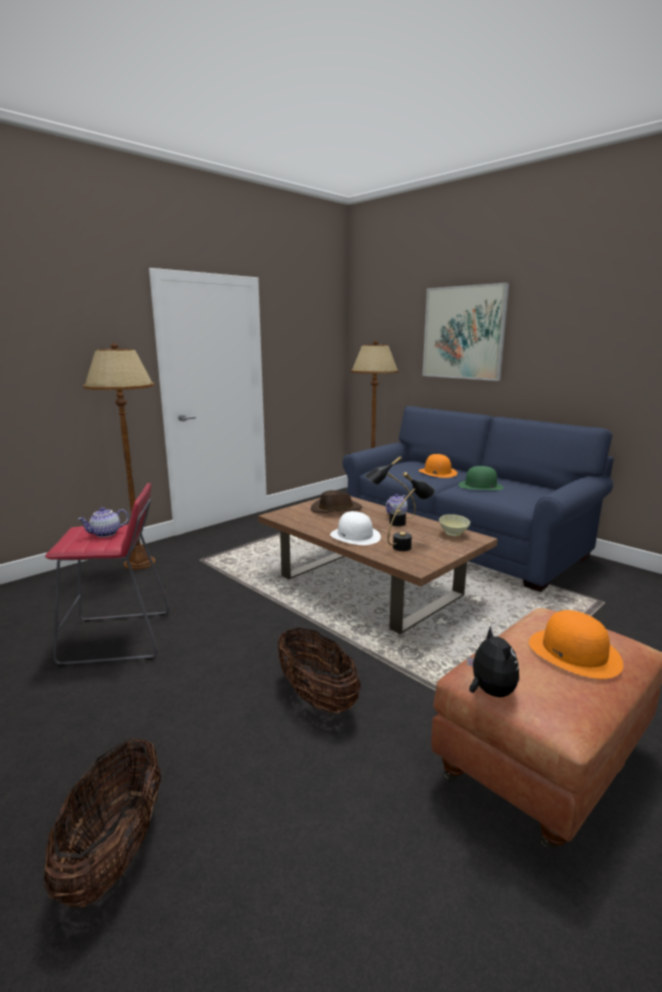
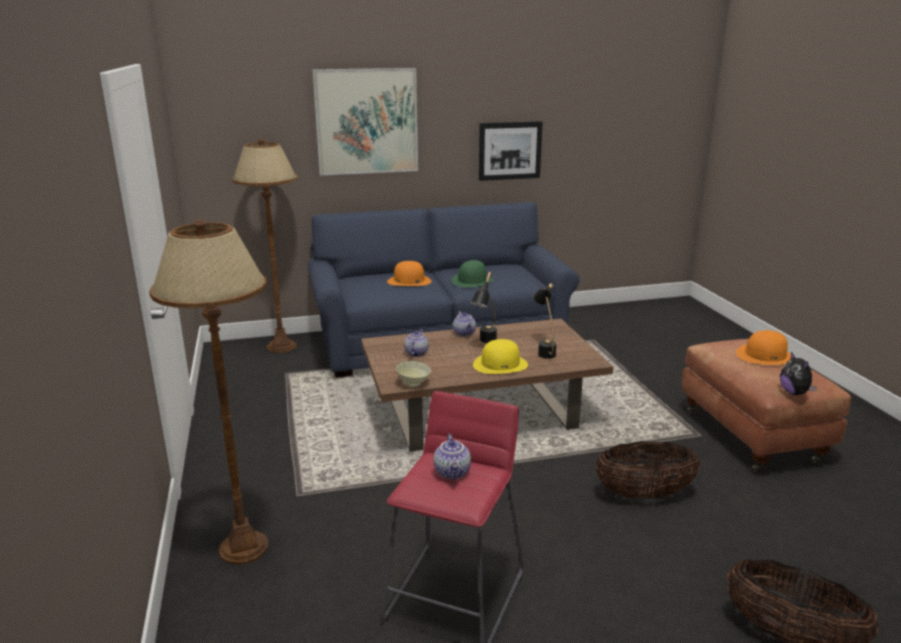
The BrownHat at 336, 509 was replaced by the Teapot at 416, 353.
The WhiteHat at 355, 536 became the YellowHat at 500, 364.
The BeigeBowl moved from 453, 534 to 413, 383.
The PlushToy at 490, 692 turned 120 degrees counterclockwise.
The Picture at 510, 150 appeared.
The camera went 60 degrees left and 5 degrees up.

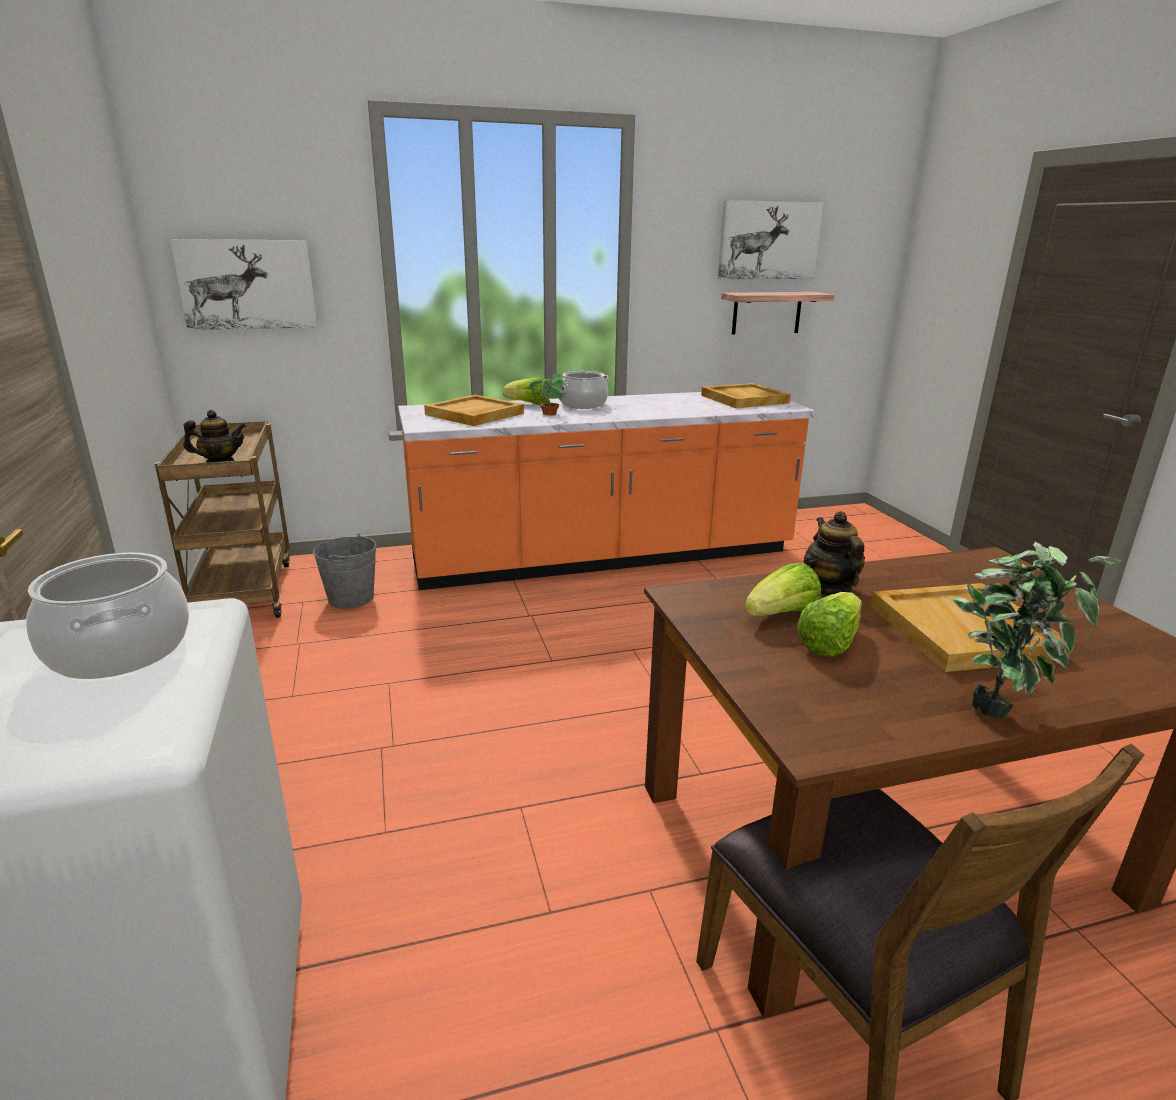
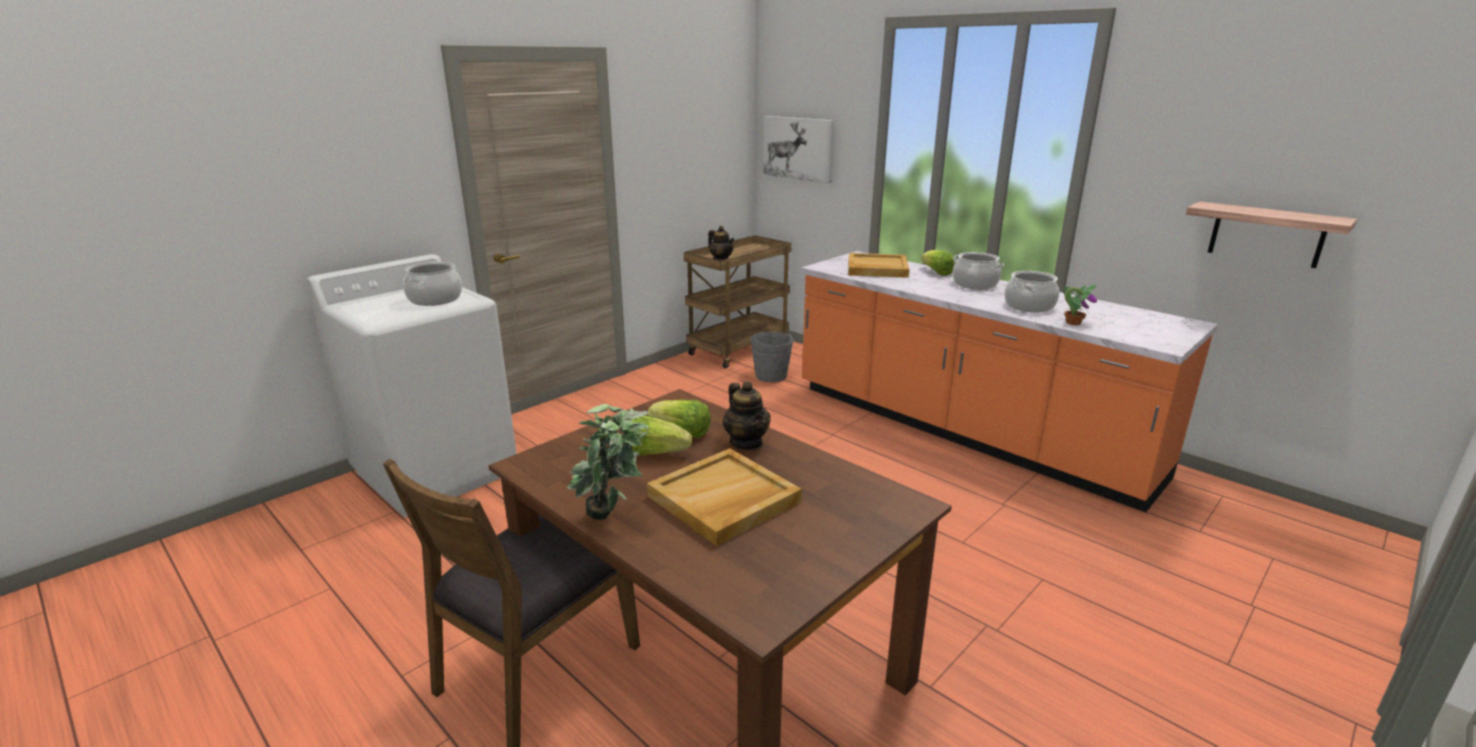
The PottedPlant moved from 549, 413 to 1073, 322.
The BeigeTray at 743, 399 disappeared.
The Picture at 768, 240 disappeared.
The Teapot at 829, 588 turned 105 degrees clockwise.
The CookingPot at 1029, 306 appeared.
The camera went 60 degrees right and 0 degrees up.

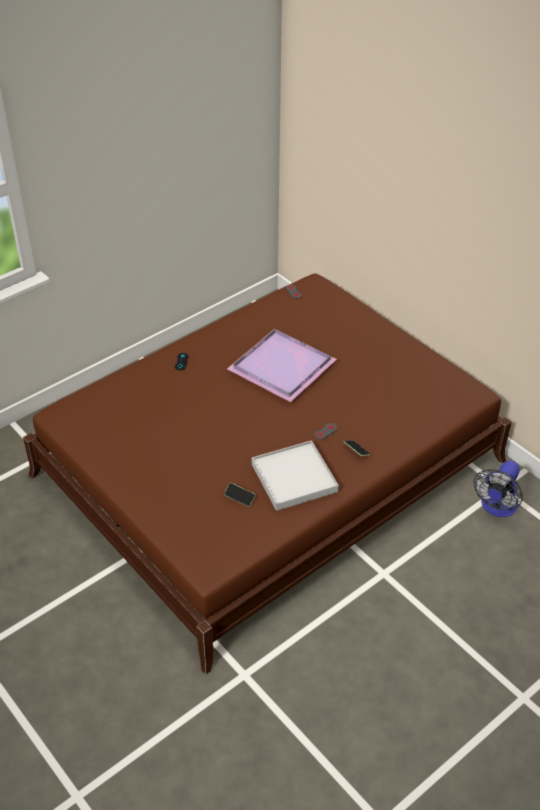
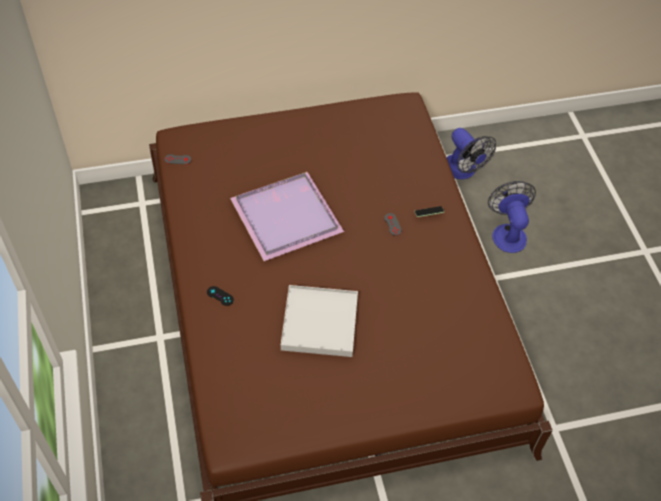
The Phone at 239, 497 disappeared.
The WhiteTray moved from 294, 478 to 320, 323.
The Fan at 507, 232 appeared.
The camera went 65 degrees left and 10 degrees up.

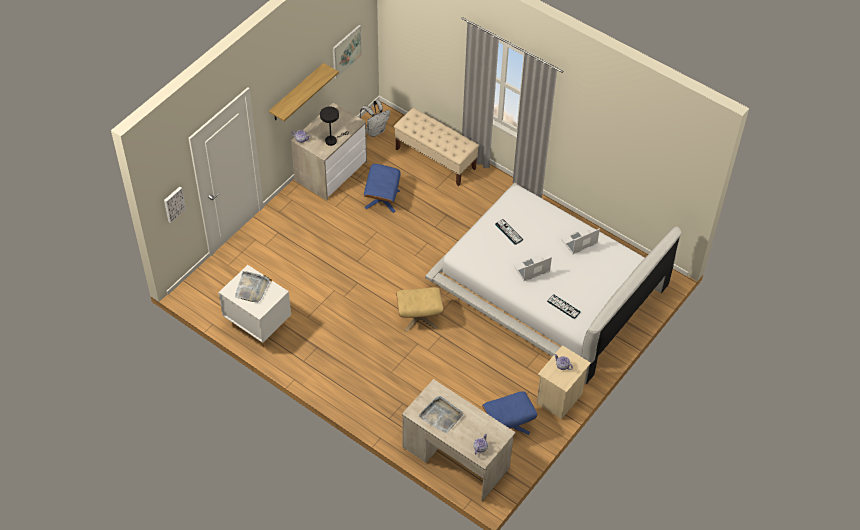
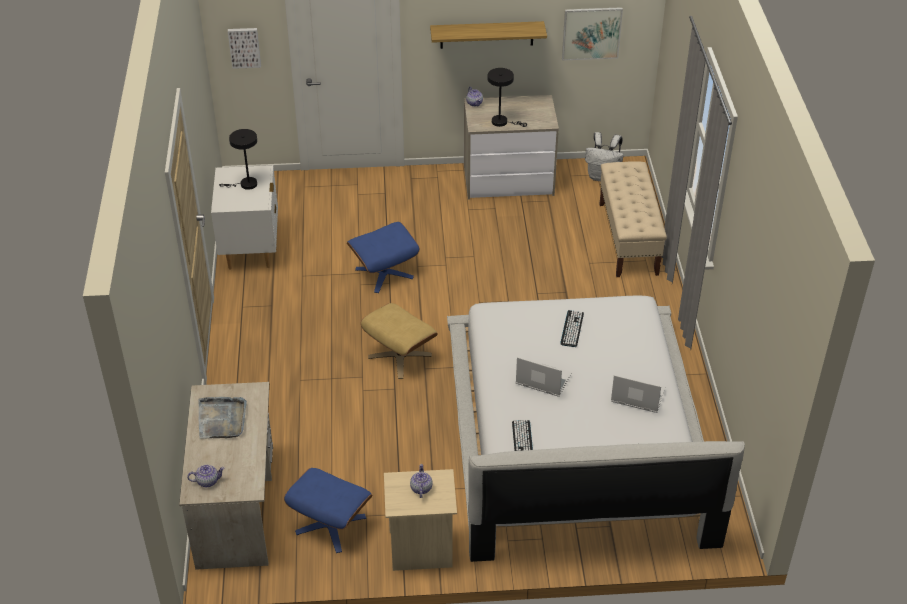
The GreyTray at 252, 288 was replaced by the BlackTableLamp at 245, 185.
The BlueOttoman moved from 382, 199 to 384, 273.
The camera went 50 degrees right and 10 degrees down.

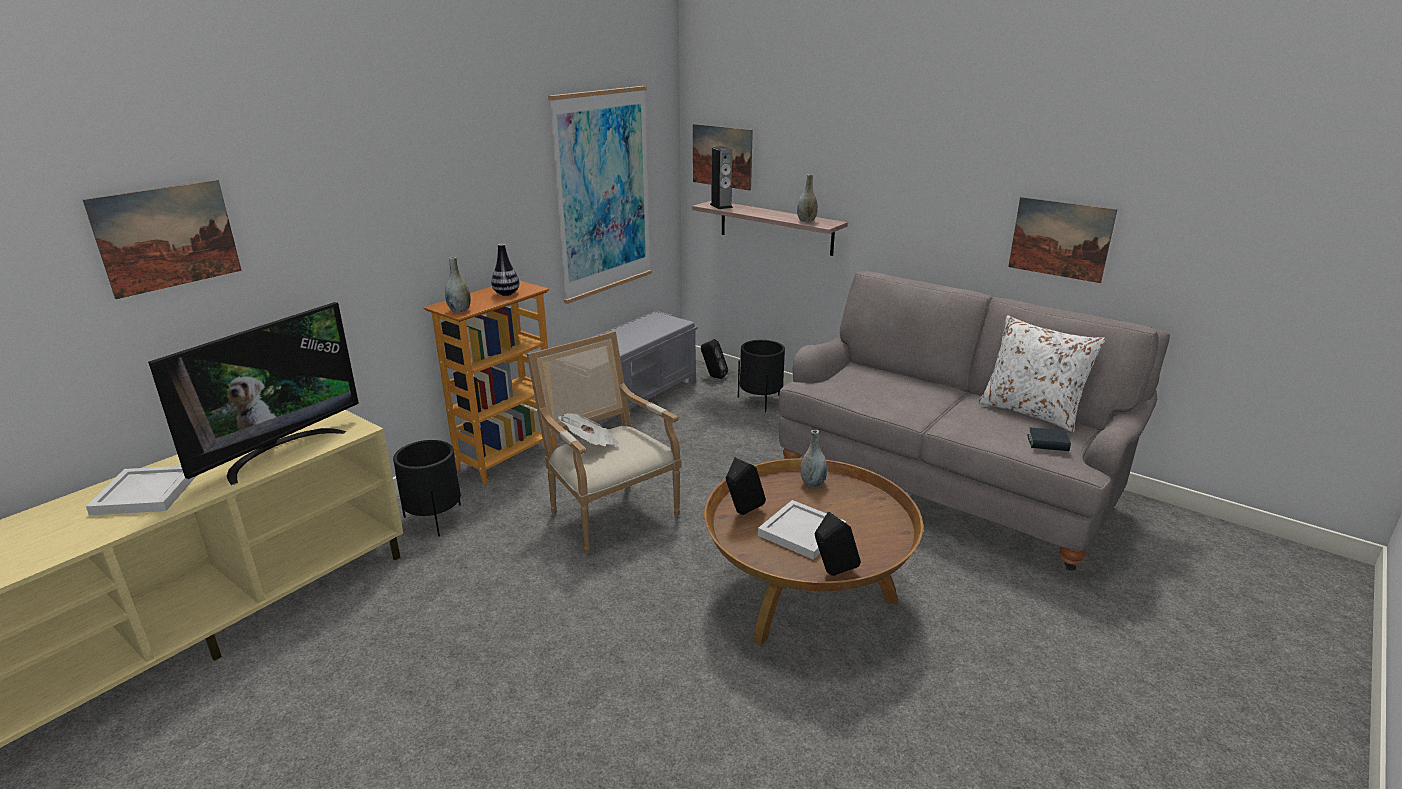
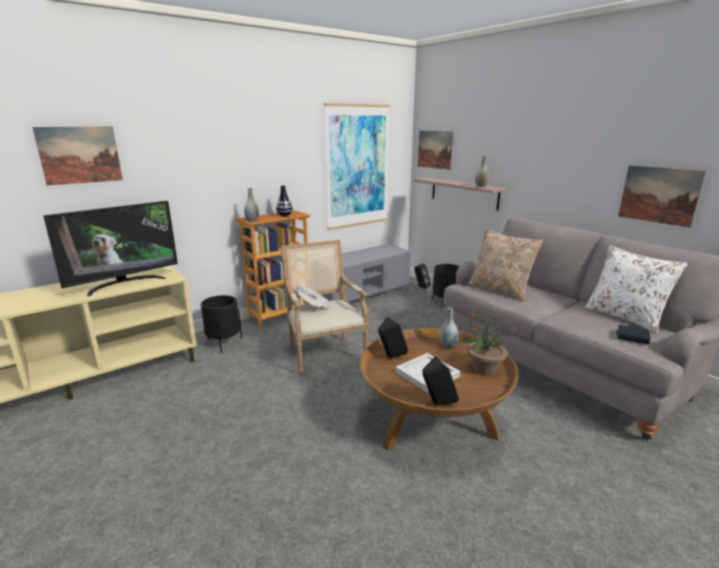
The WhiteTray at 148, 492 disappeared.
The Speaker at 721, 206 disappeared.
The PottedPlant at 483, 369 appeared.
The BeigePillow at 500, 290 appeared.
The camera went 15 degrees right and 5 degrees down.

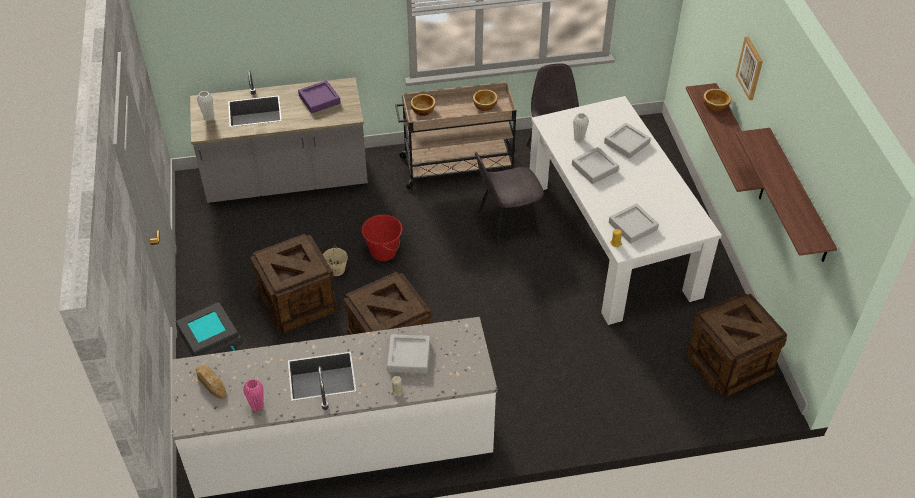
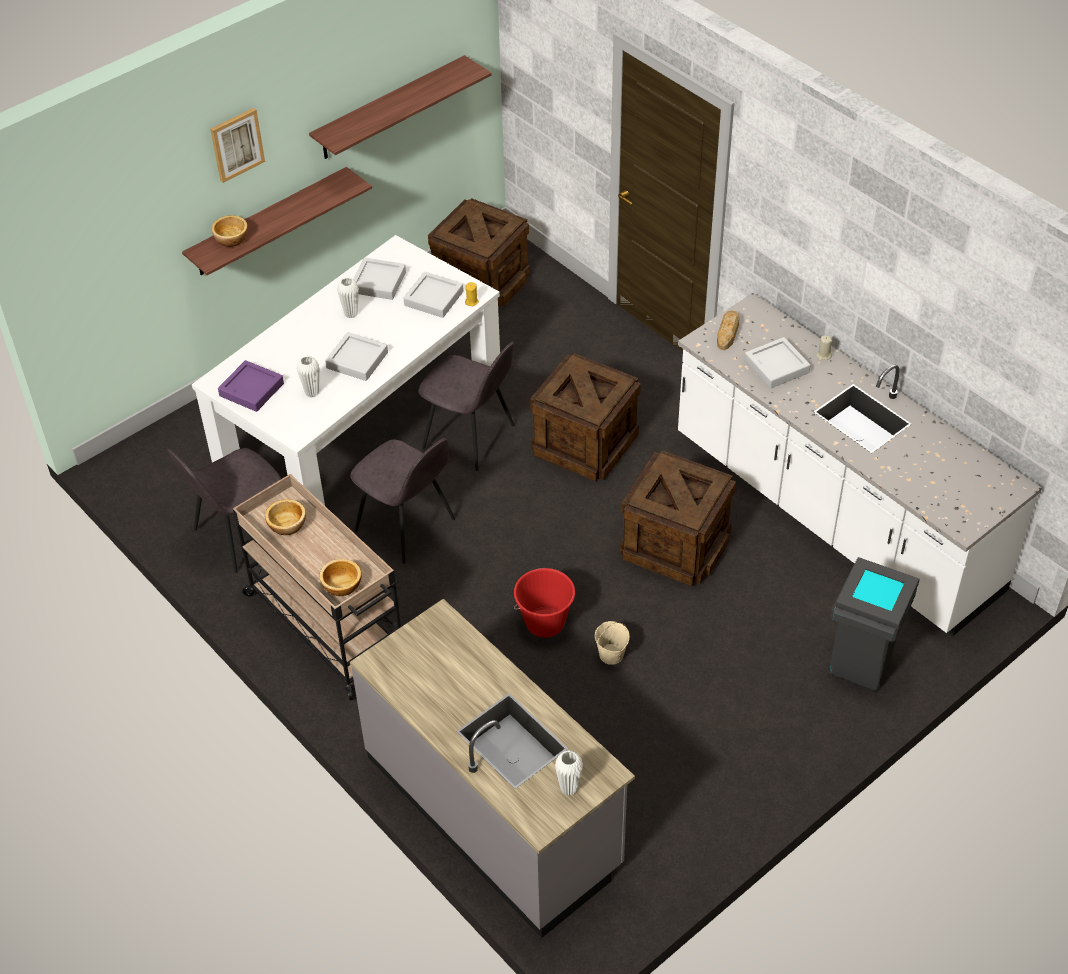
The Bread moved from 211, 383 to 728, 332.
The PinkVase at 257, 406 disappeared.
The Crate moved from 298, 301 to 584, 443.
The PurpleTray moved from 319, 99 to 251, 390.
The GreyTray moved from 626, 143 to 378, 282.
The WhiteVase at 351, 314 appeared.
The GreyChair at 471, 438 appeared.
The camera went 120 degrees left and 0 degrees up.

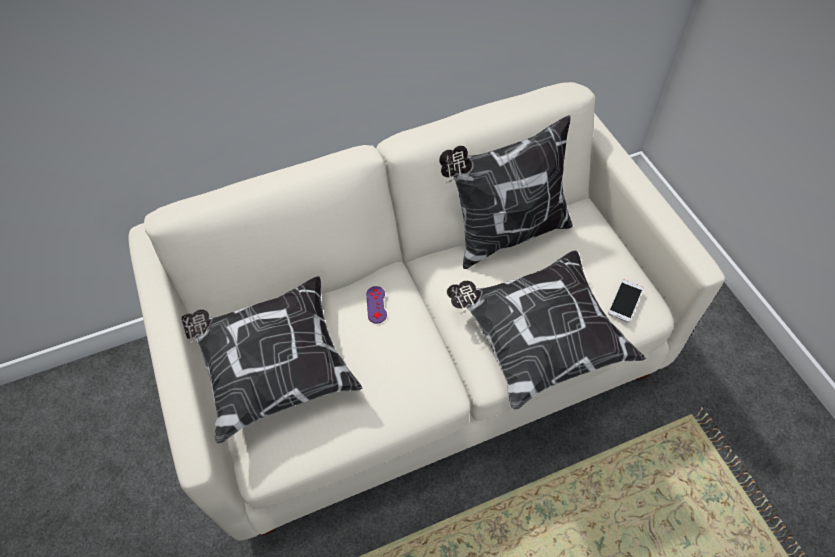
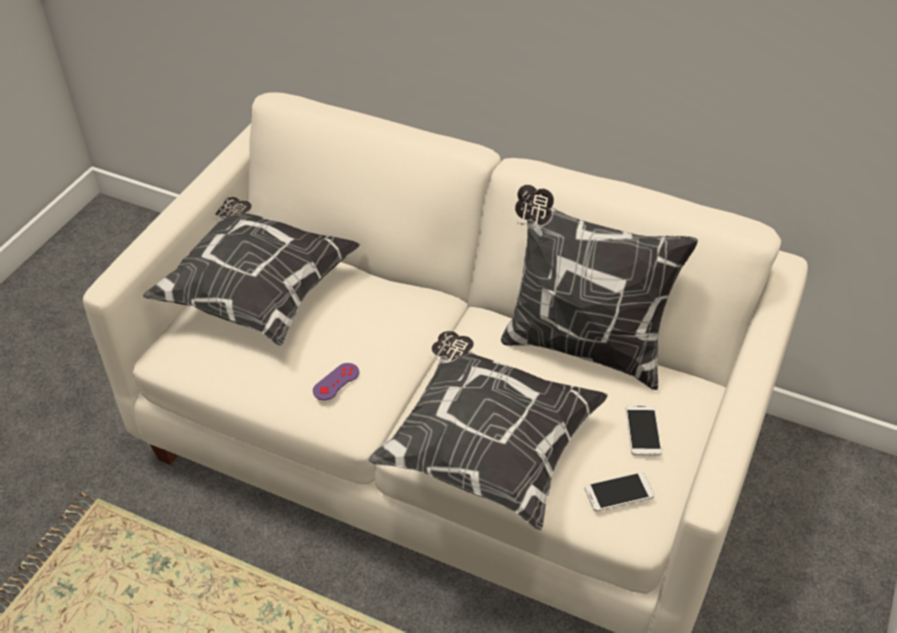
The PurpleGameController moved from 376, 304 to 336, 382.
The Phone at 643, 430 appeared.
The camera went 45 degrees right and 10 degrees down.

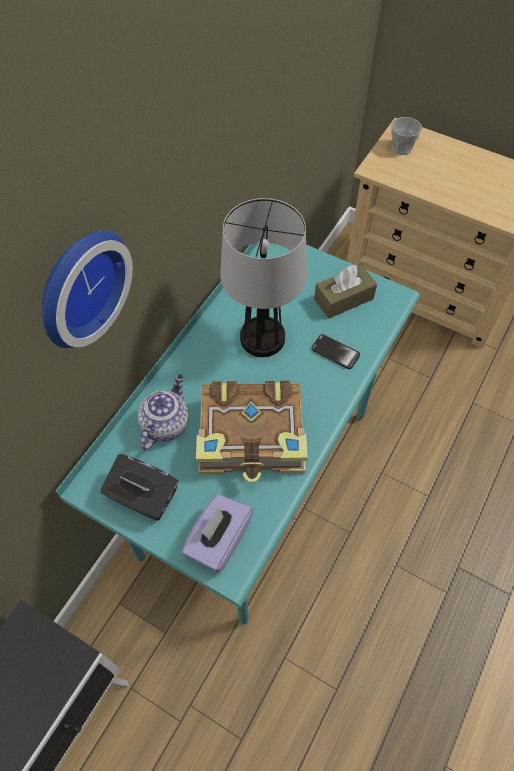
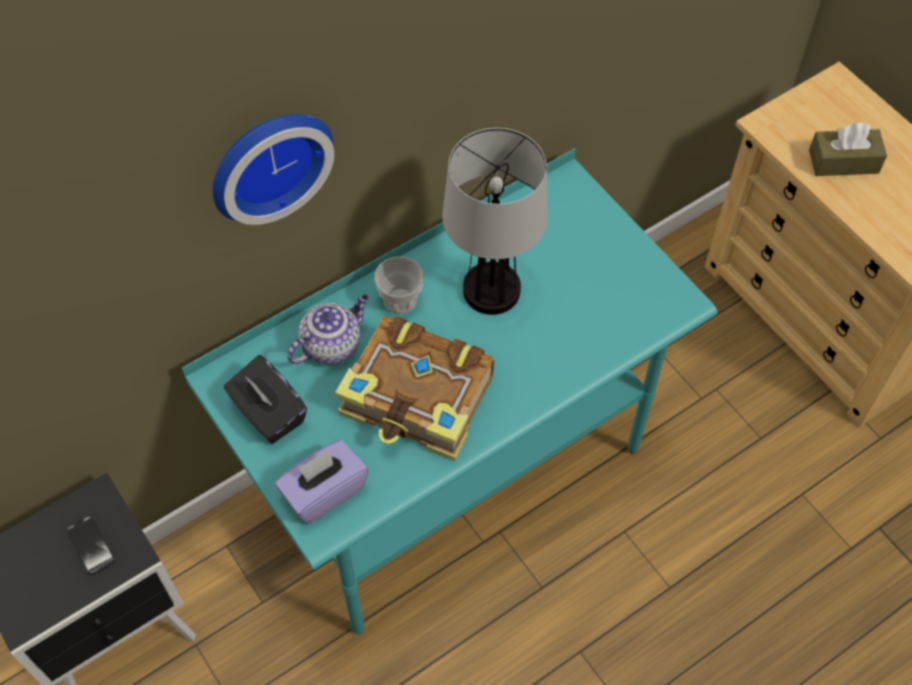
The Phone moved from 335, 352 to 91, 545.
The BrownTissueBox moved from 343, 299 to 843, 161.
The Cup moved from 401, 148 to 400, 300.
The camera went 25 degrees right and 0 degrees up.

